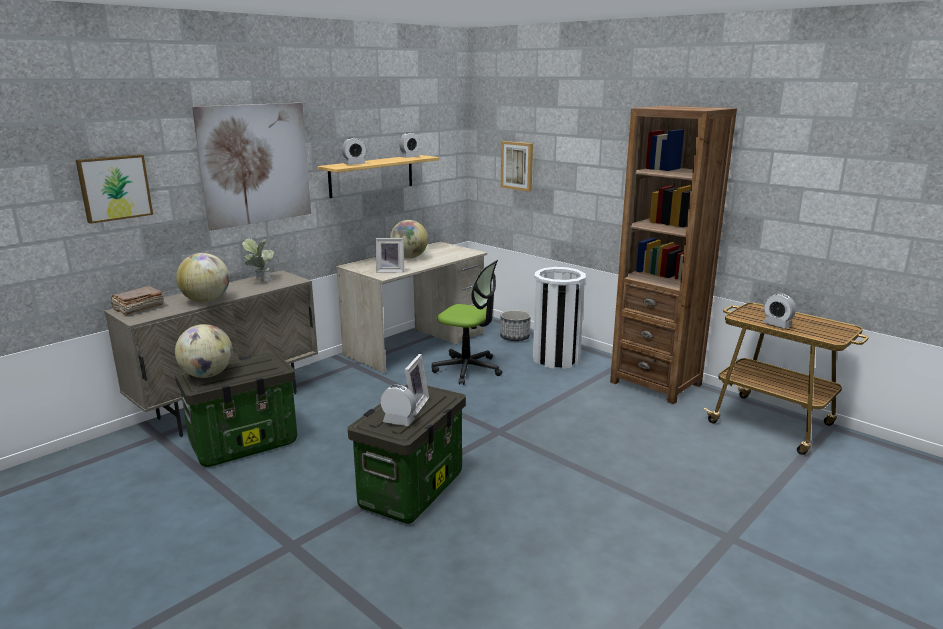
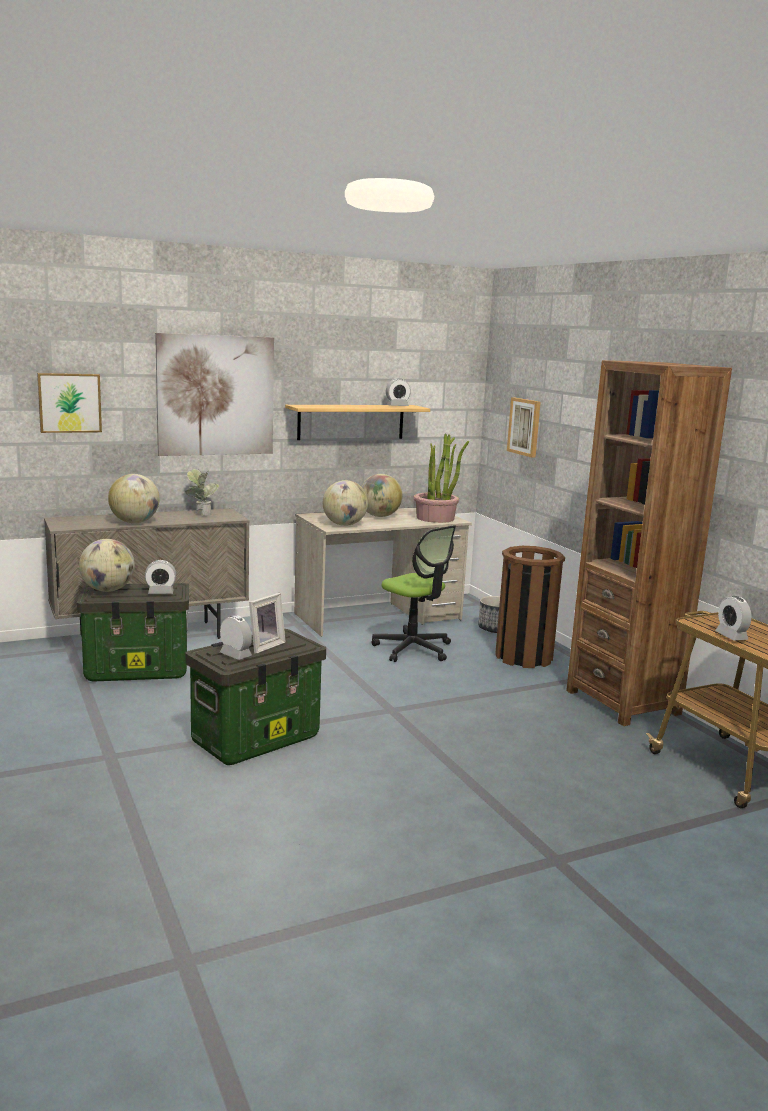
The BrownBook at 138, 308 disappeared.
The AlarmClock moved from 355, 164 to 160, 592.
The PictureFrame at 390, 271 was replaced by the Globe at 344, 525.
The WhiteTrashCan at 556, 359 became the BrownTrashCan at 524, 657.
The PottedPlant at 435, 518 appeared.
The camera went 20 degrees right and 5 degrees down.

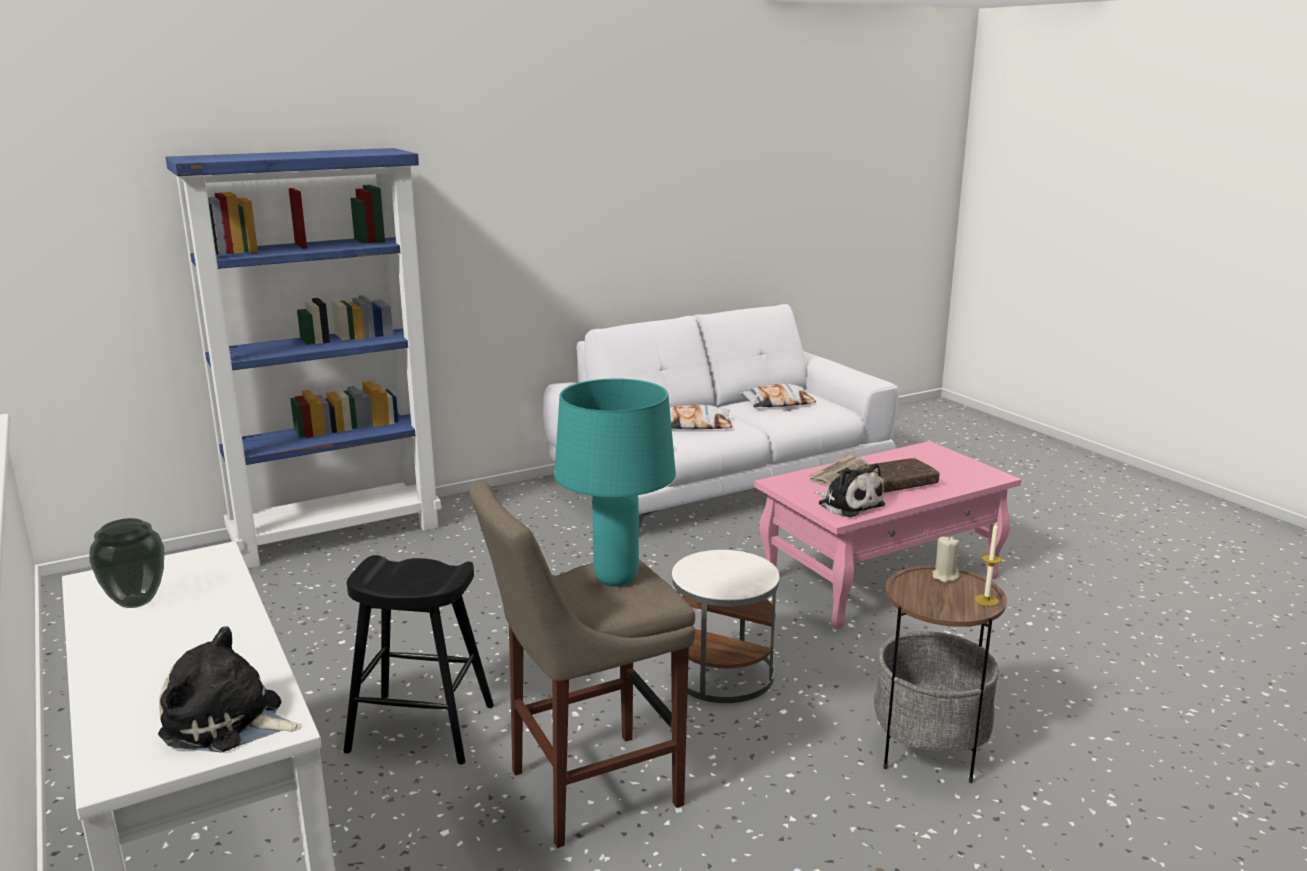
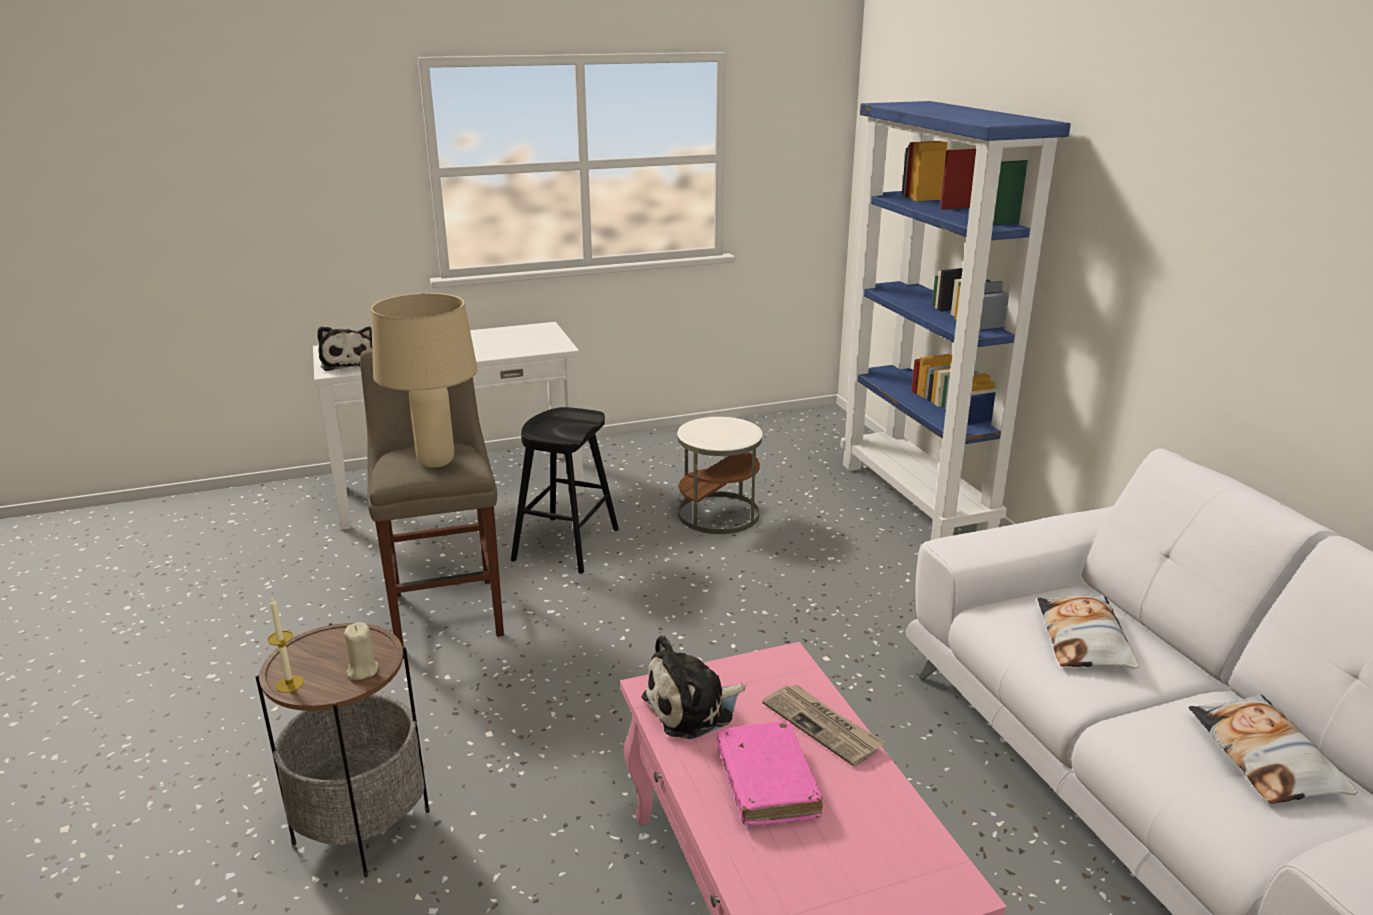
The Vase at 135, 601 disappeared.
The PlushToy at 228, 722 turned 135 degrees clockwise.
The TurquoiseTableLamp at 615, 578 became the BeigeTableLamp at 437, 462.
The WhiteSideTable moved from 722, 673 to 719, 514.
The BrownBook at 897, 483 became the PinkBook at 766, 783.
The camera went 100 degrees right and 5 degrees up.

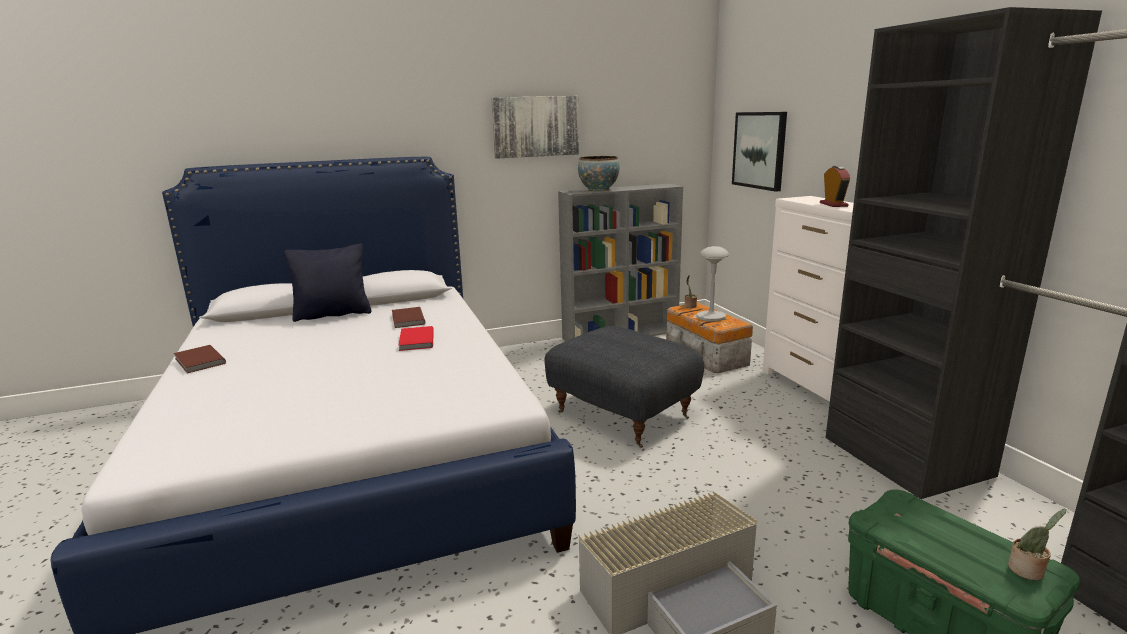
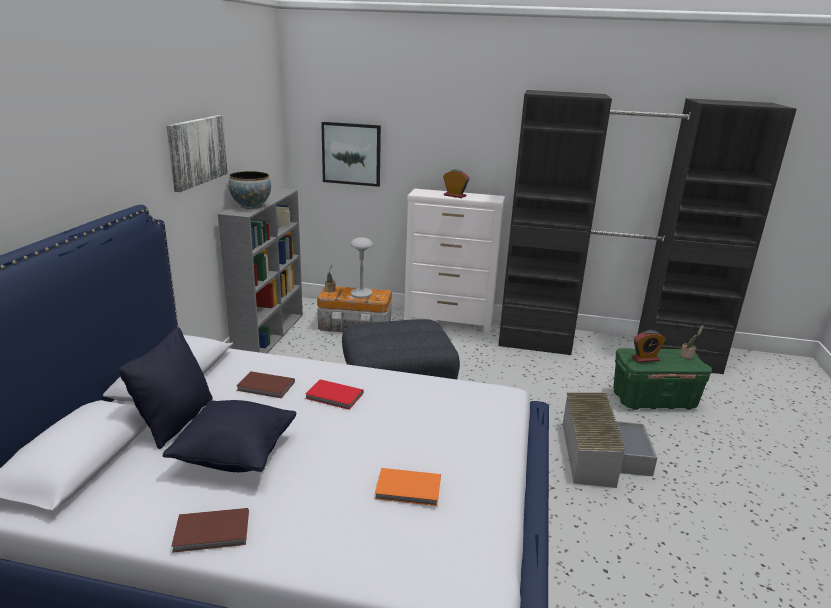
The BlackPillow at 236, 456 appeared.
The OrangeBook at 409, 490 appeared.
The AlarmClock at 645, 358 appeared.
The camera went 60 degrees left and 5 degrees up.

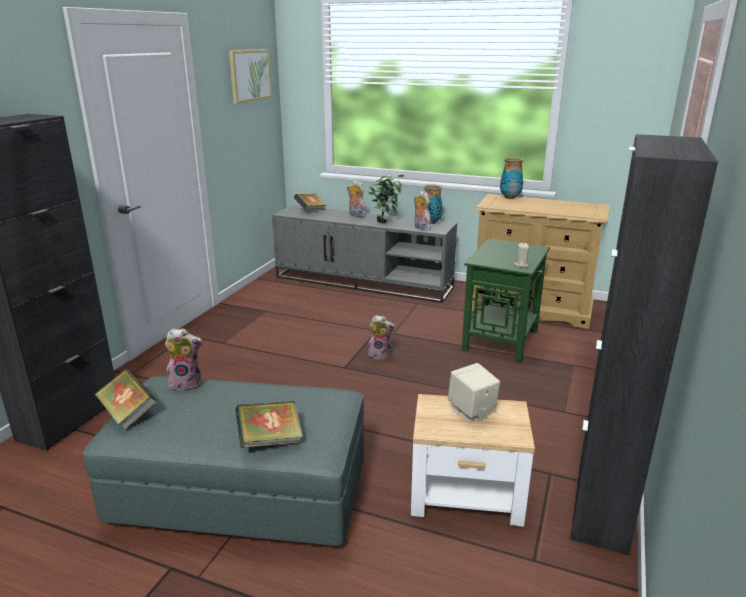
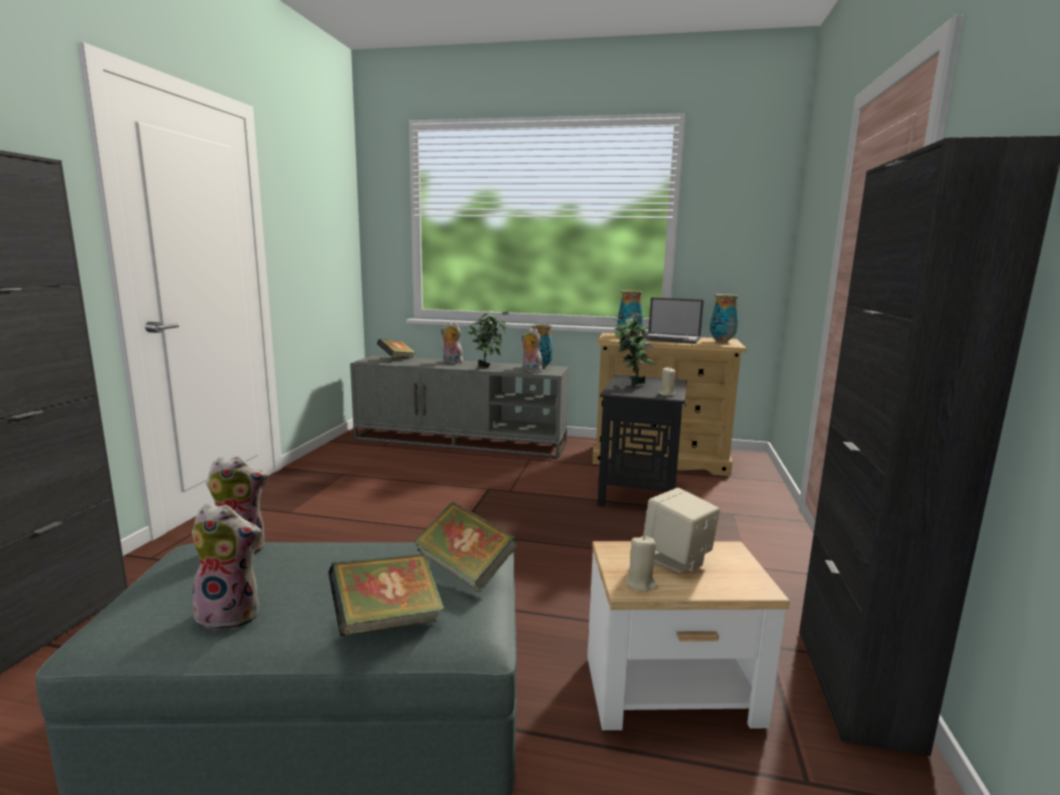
The Book moved from 128, 414 to 465, 570.
The Picture at 249, 75 disappeared.
The PlushToy moved from 380, 355 to 232, 614.
The GreenSideTable at 500, 340 became the BlackSideTable at 639, 491.
The PottedPlant at 630, 383 appeared.
The BeigeCandle at 641, 583 appeared.
The Laptop at 671, 339 appeared.
The Vase at 721, 341 appeared.
The camera went 10 degrees left and 10 degrees down.

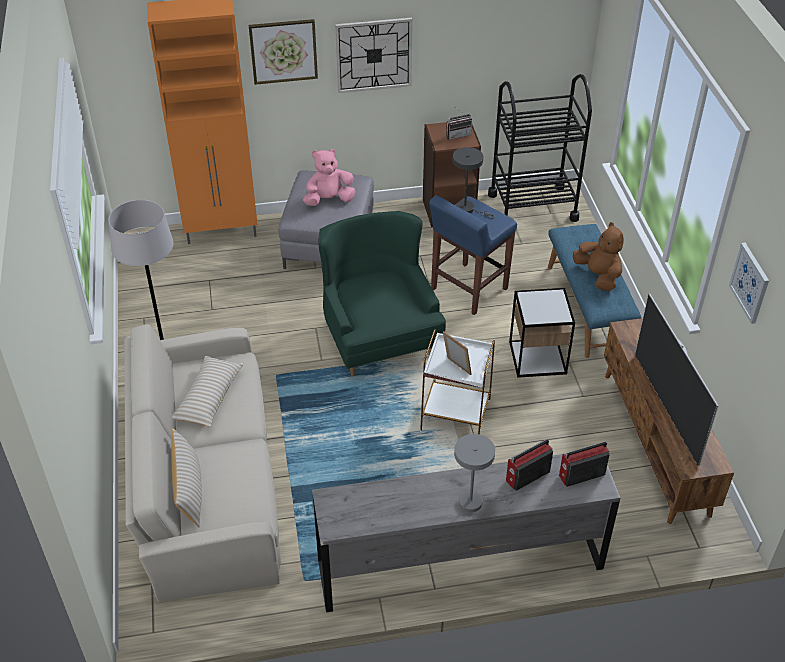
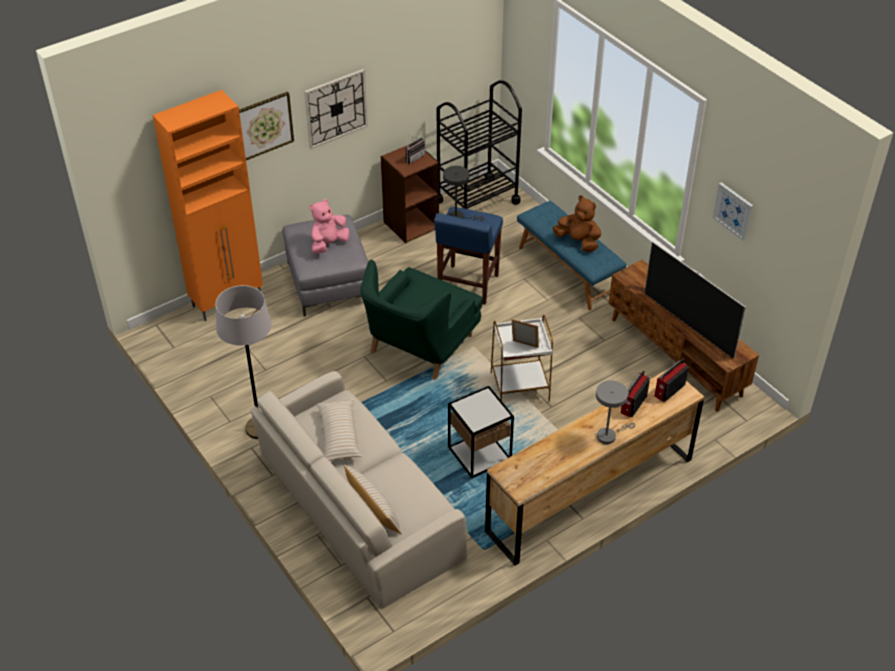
The GreyDresser at 460, 564 became the BrownDresser at 590, 494.
The GreenArmchair at 378, 335 turned 105 degrees counterclockwise.
The SideTable moved from 537, 357 to 479, 454.
The camera went 25 degrees left and 0 degrees up.

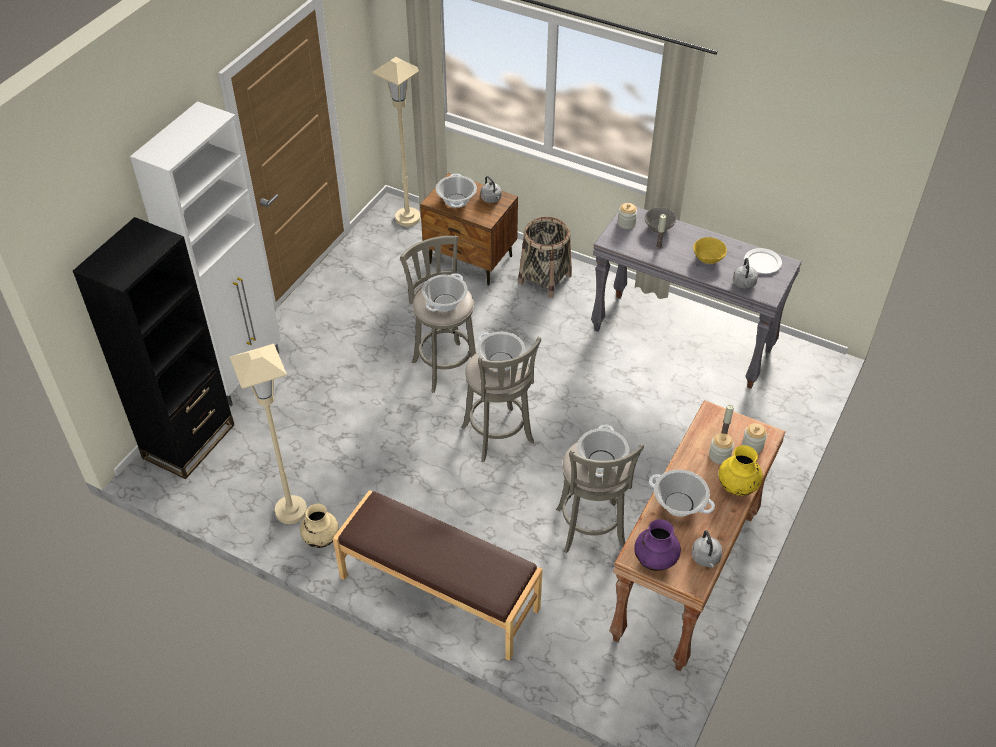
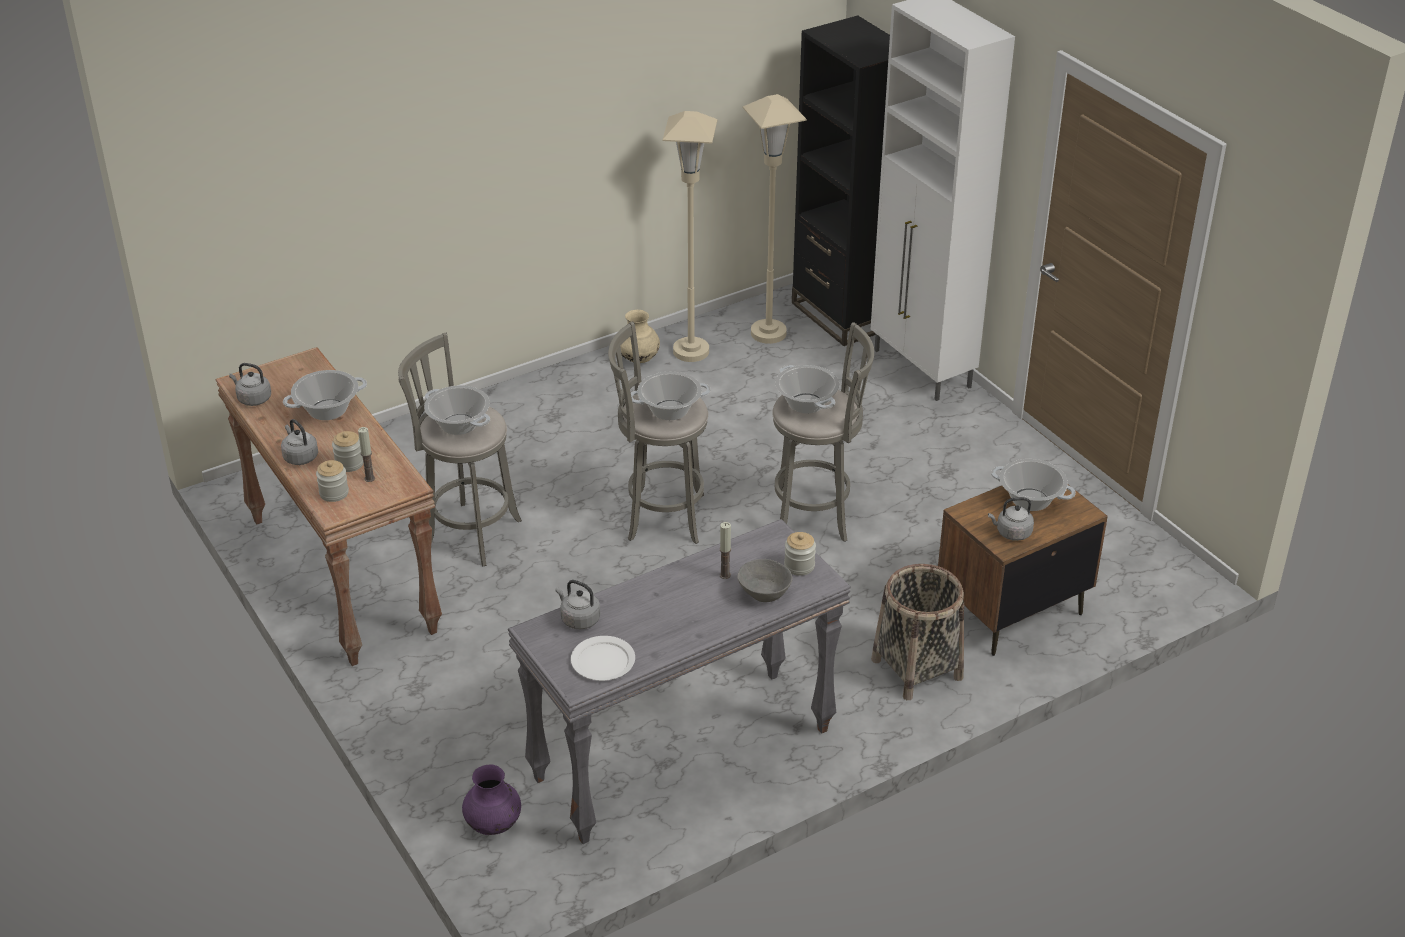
The BrownBench at 438, 594 disappeared.
The BeigeFloorLamp moved from 408, 218 to 768, 333.
The PurpleVase moved from 655, 560 to 493, 825.
The YellowBowl at 707, 258 disappeared.
The YellowVase at 737, 487 was replaced by the GreyKettle at 300, 457.
The camera went 120 degrees right and 10 degrees down.

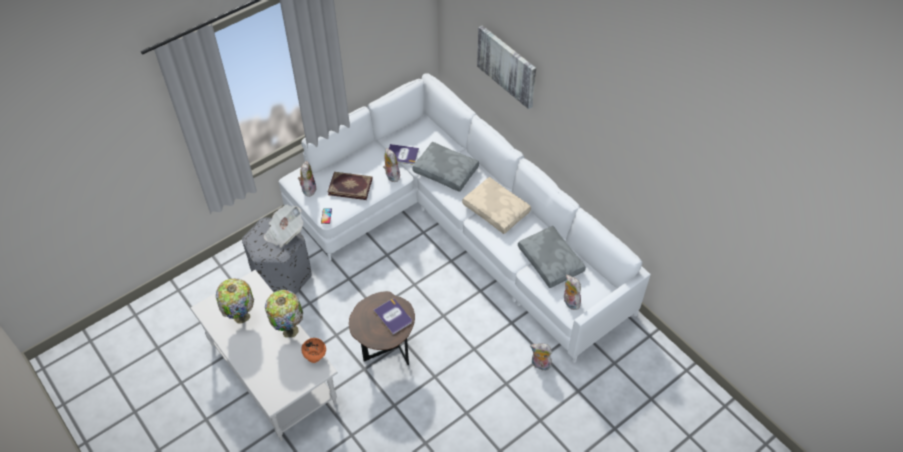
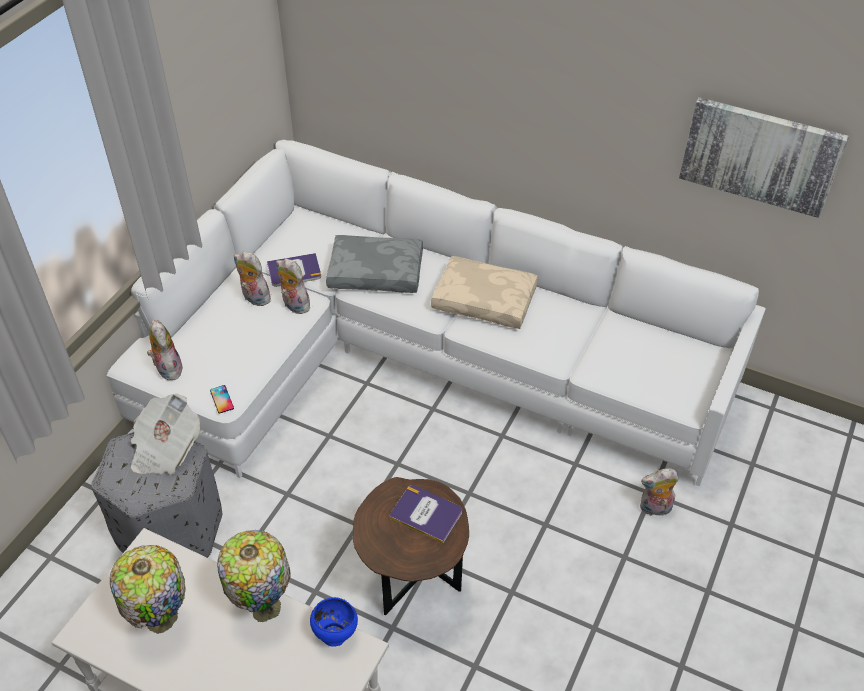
The OrangeBowl at 315, 356 became the BlueBowl at 334, 634.
The Book at 350, 186 disappeared.
The Picture moved from 507, 66 to 760, 155.
The GreyPillow at 551, 261 disappeared.
The PlushToy moved from 569, 302 to 254, 298.
The camera went 25 degrees left and 5 degrees down.

